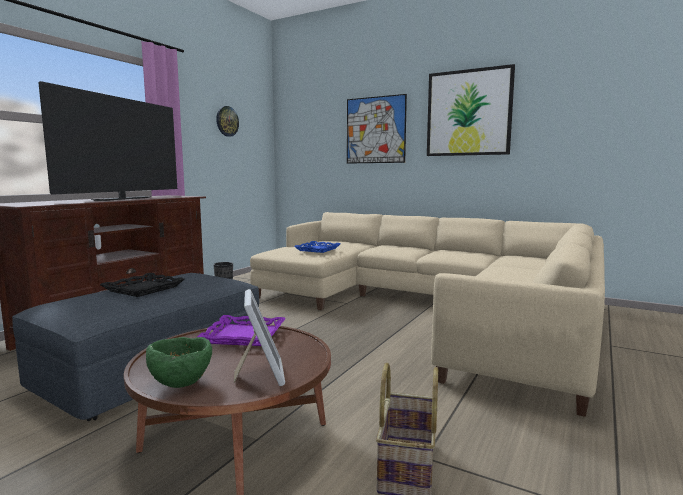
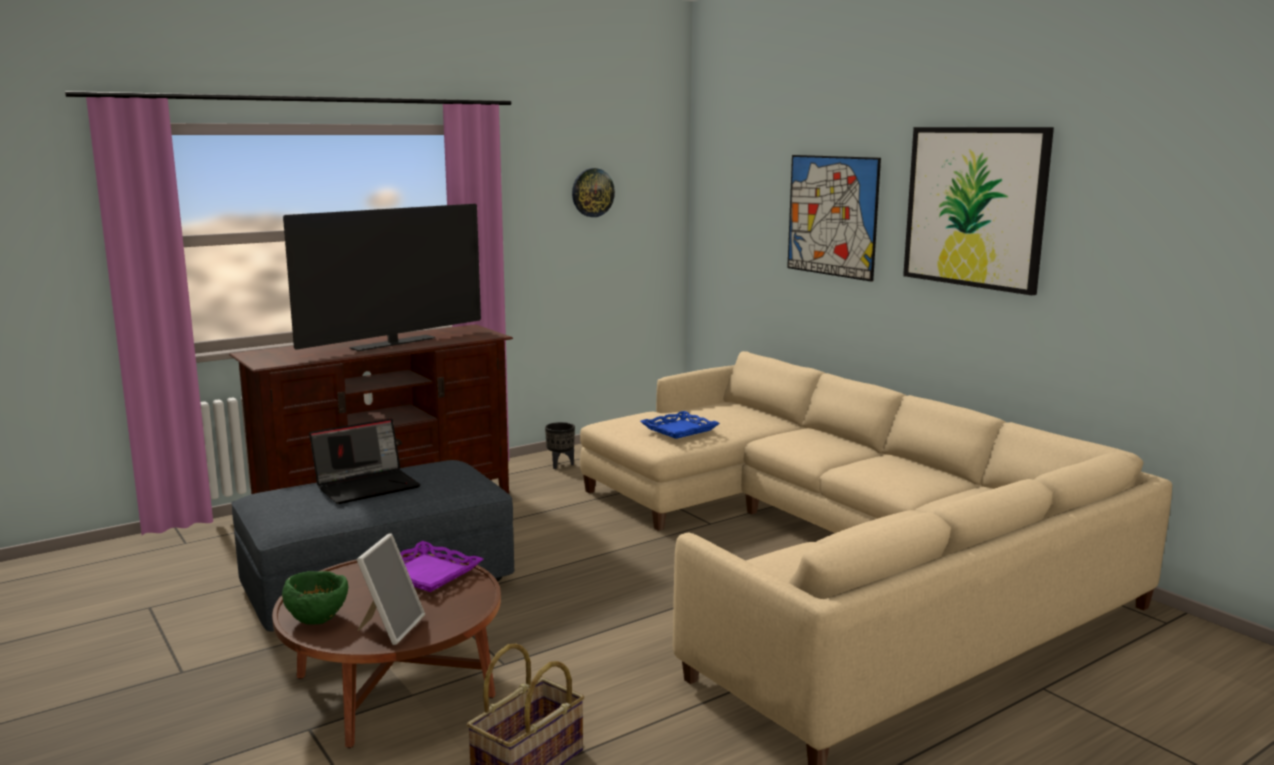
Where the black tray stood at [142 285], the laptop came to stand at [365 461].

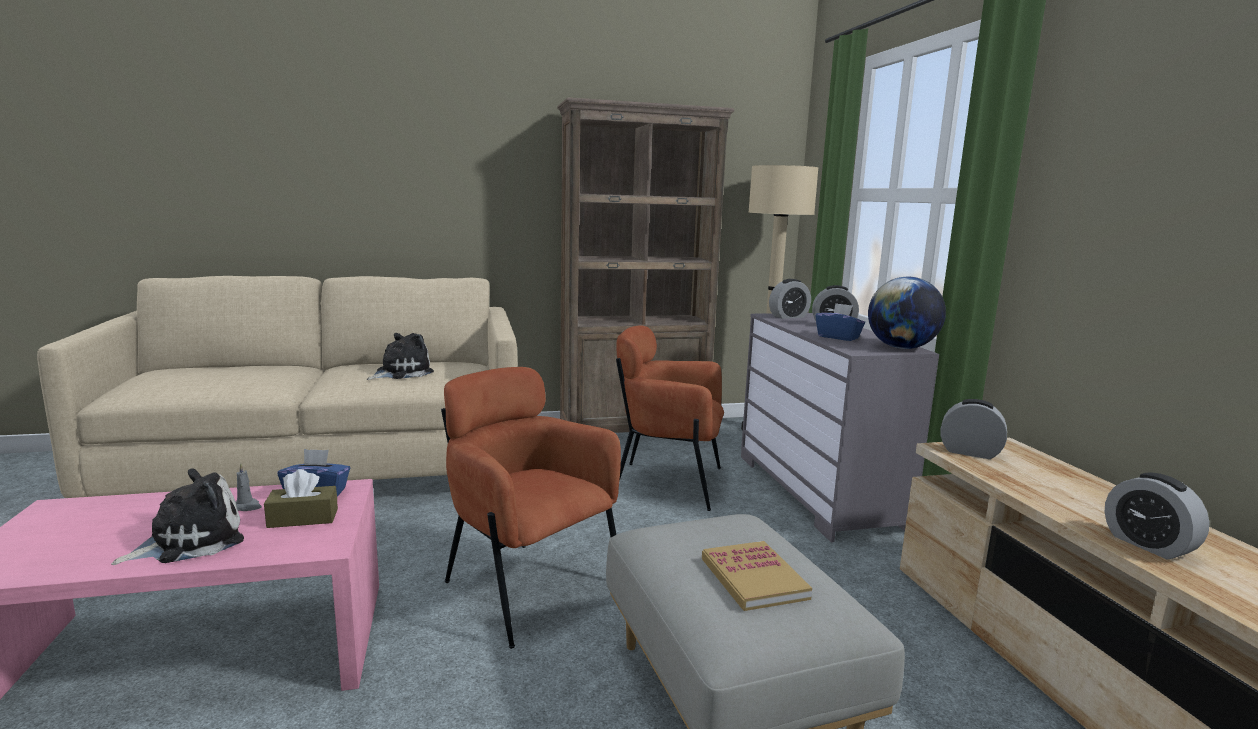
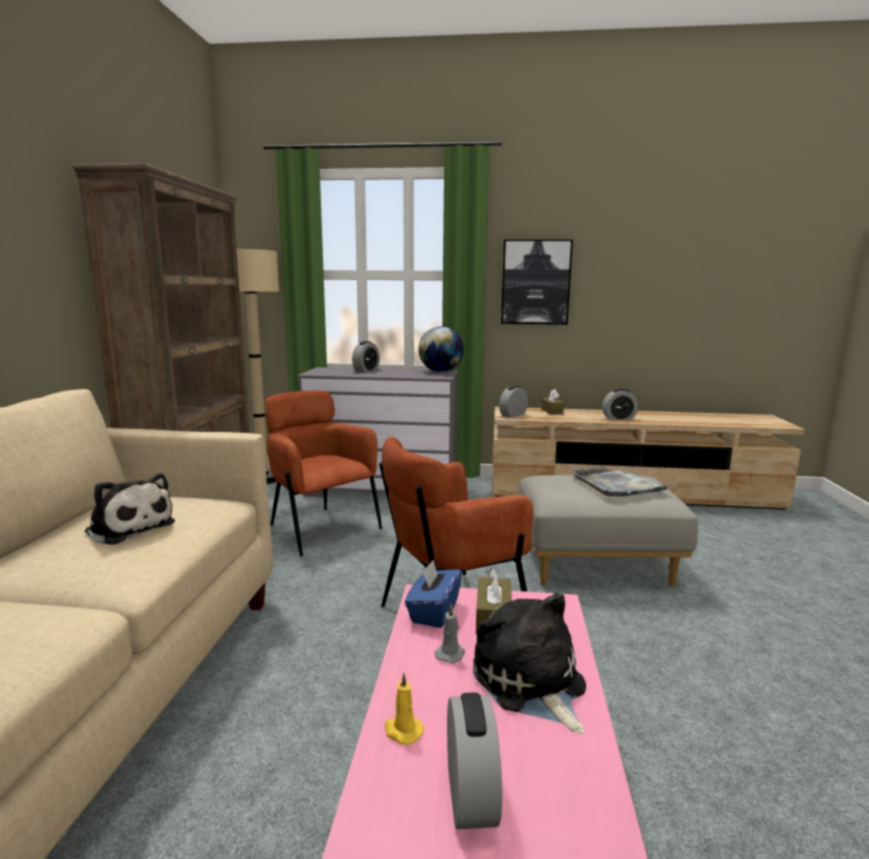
The alarm clock ended up elsewhere, having gone from [790 299] to [474 760]. The second view lost the blue tissue box at [840 322]. The brown armchair at [670 418] ended up facing another way, 105 degrees clockwise from before. The plush toy at [400 356] ended up facing another way, 150 degrees clockwise from before. Where the book stood at [757 576], the grey tray came to stand at [620 482]. The second view gained the picture at [537 282]. The second view gained the brown tissue box at [552 401]. The second view gained the yellow candle at [404 708].

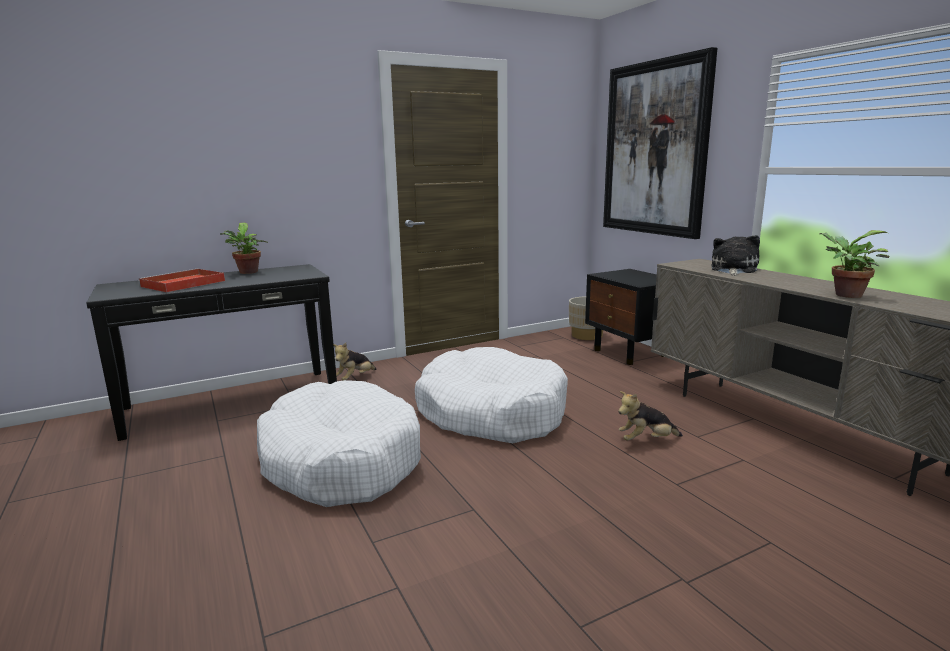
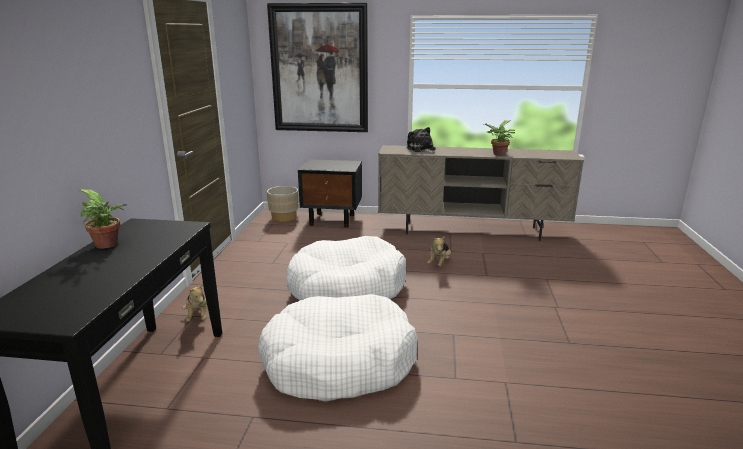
The second view lost the red tray at [182 280].

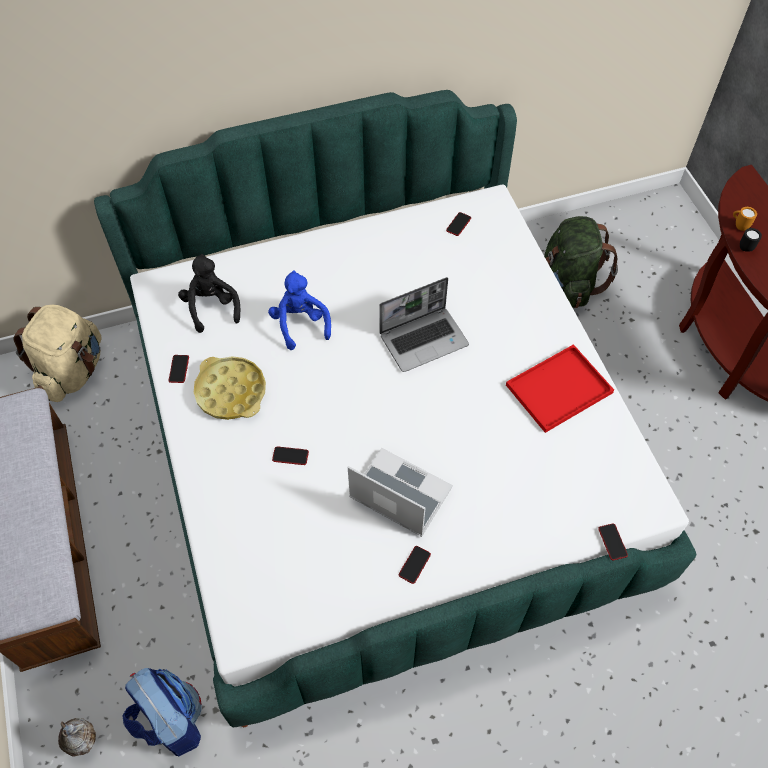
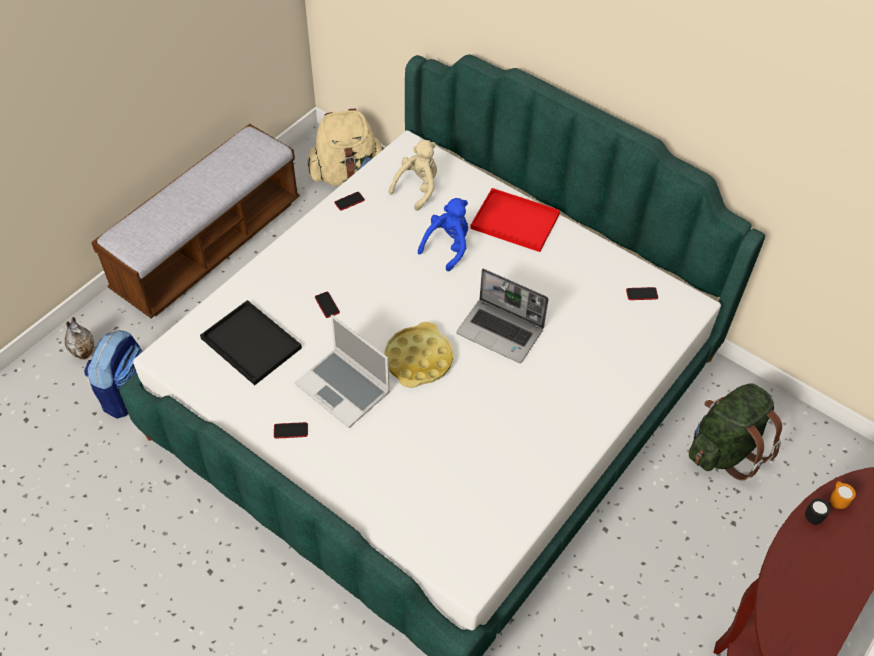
What was the black plush toy at [209 293] turned into the beige plush toy at [412 175]. The red tray ended up elsewhere, having gone from [560 388] to [515 220]. The yellow tray ended up elsewhere, having gone from [230 388] to [418 355]. The laptop at [400 492] ended up facing another way, 135 degrees clockwise from before. The second view lost the phone at [613 541]. The second view gained the black tray at [251 342].

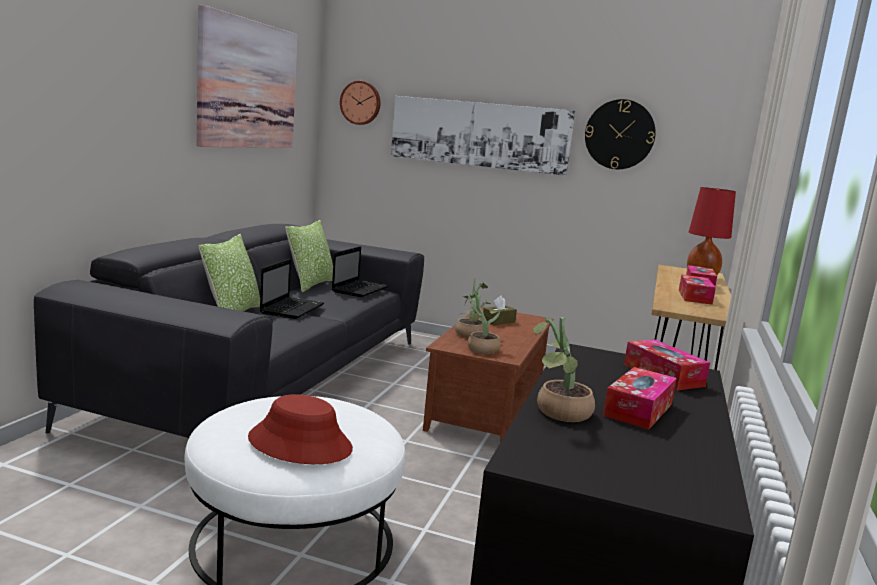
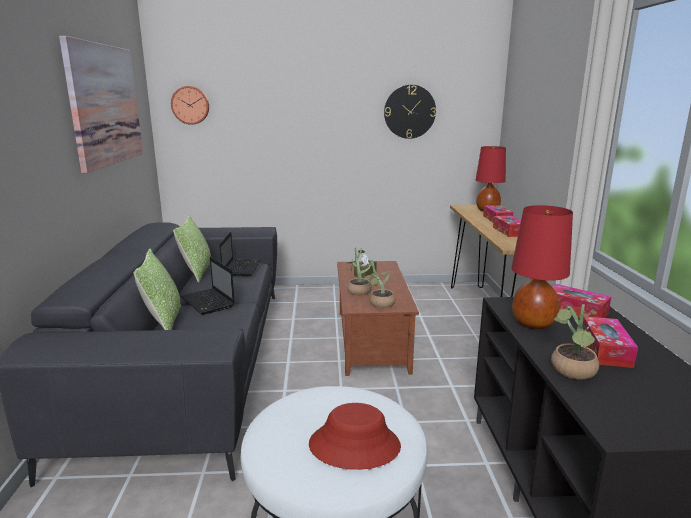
The second view lost the picture at [483 136]. The laptop at [292 289] ended up facing another way, 150 degrees clockwise from before. The second view gained the red table lamp at [542 267].

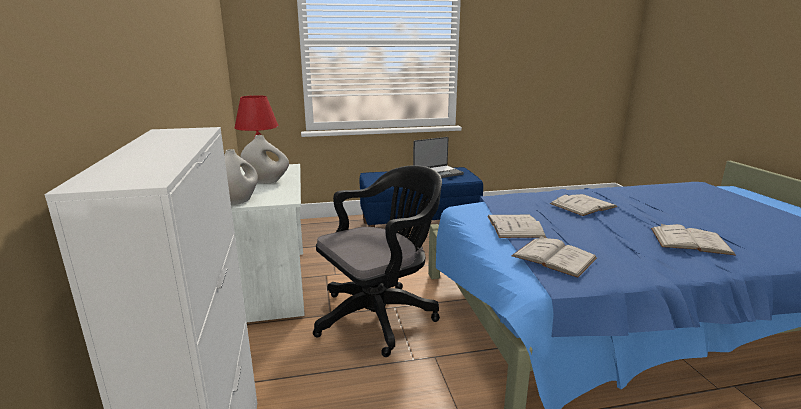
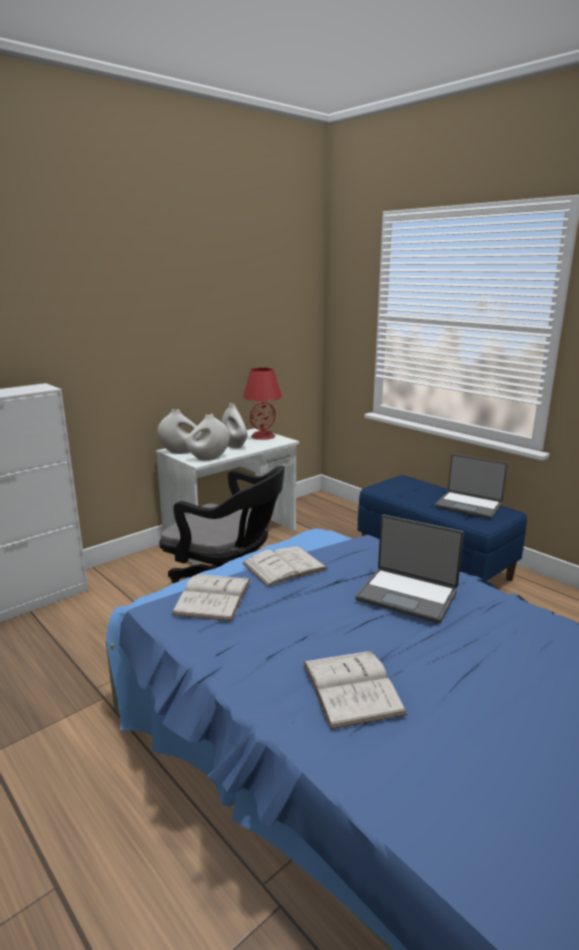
Where the white book stood at [583 205], the laptop came to stand at [409 569]. The second view gained the white vase at [207 437].

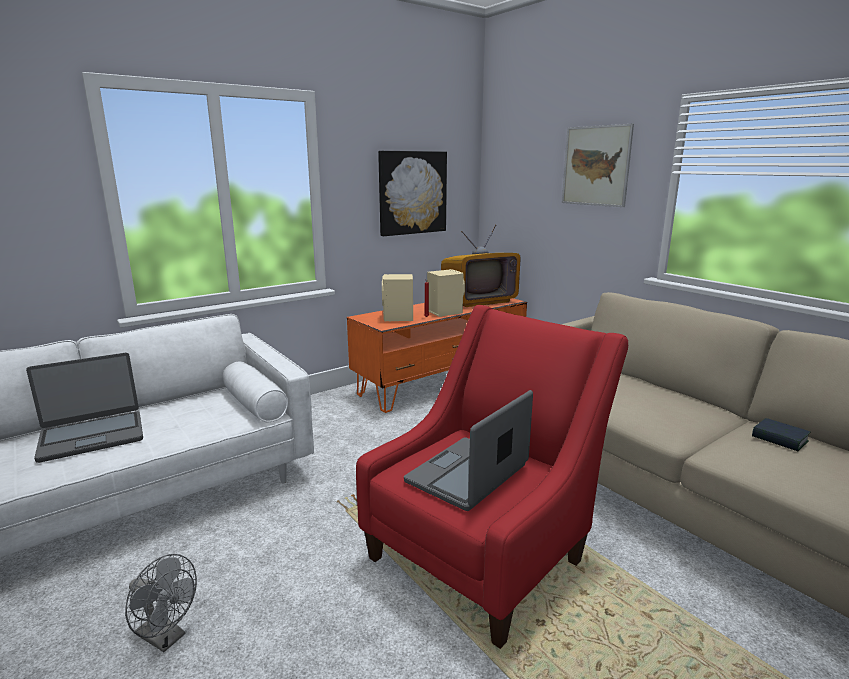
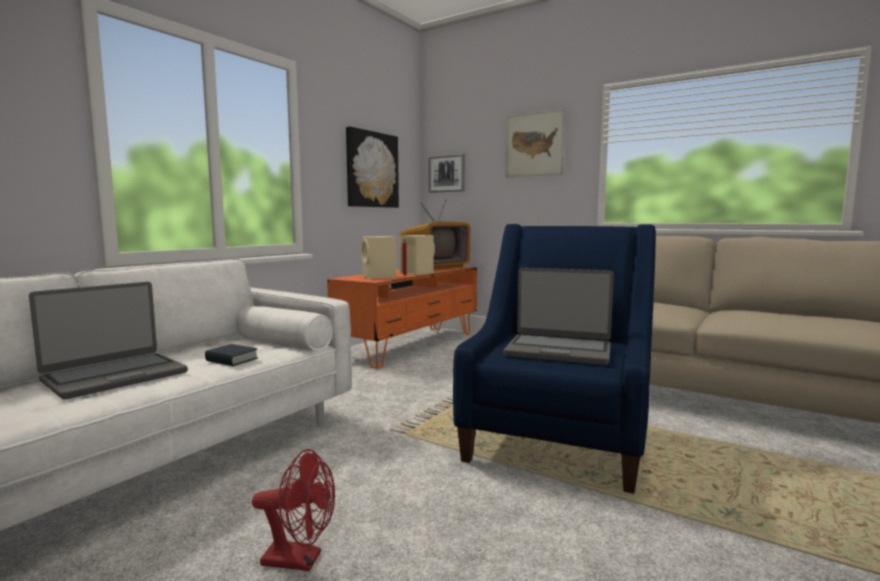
What was the red armchair at [492 477] turned into the blue armchair at [554 359]. The laptop at [468 450] ended up facing another way, 90 degrees counterclockwise from before. The book ended up elsewhere, having gone from [781 434] to [231 355]. What was the grey fan at [161 603] turned into the red fan at [293 510]. The second view gained the picture at [446 173].

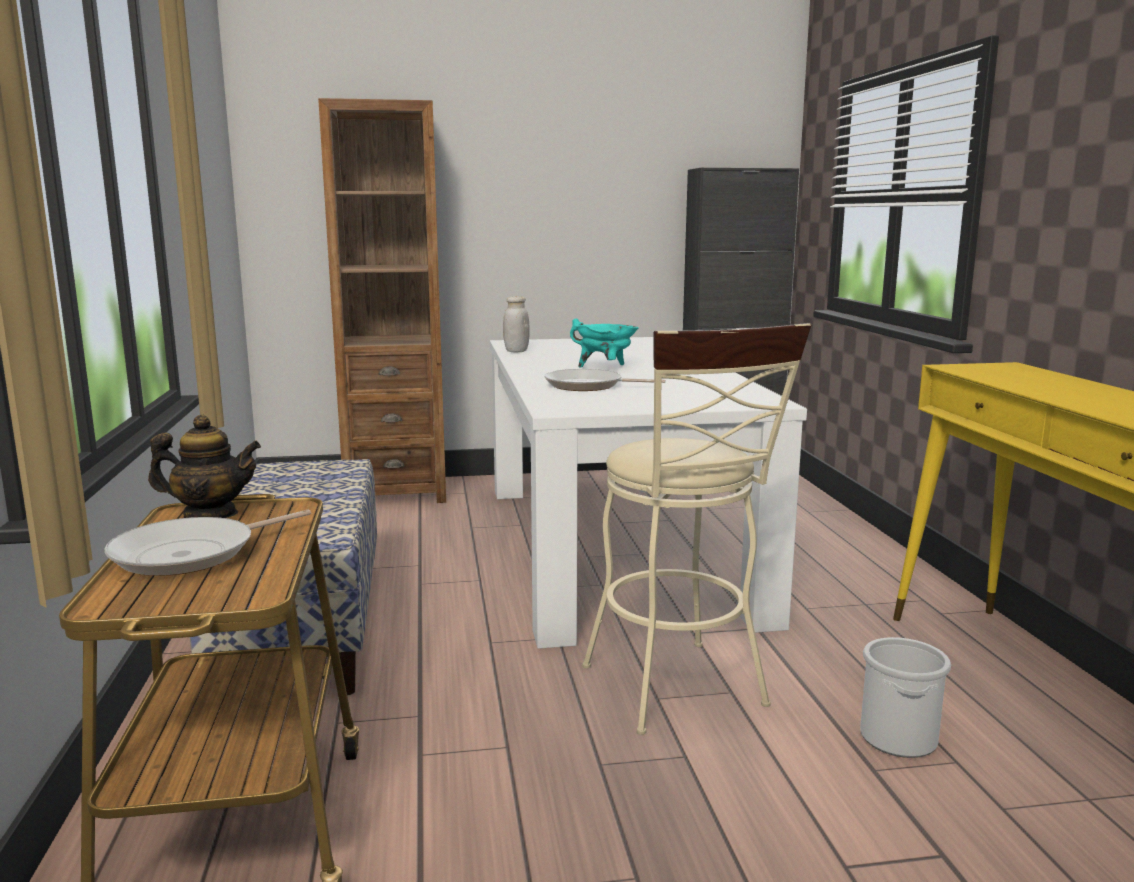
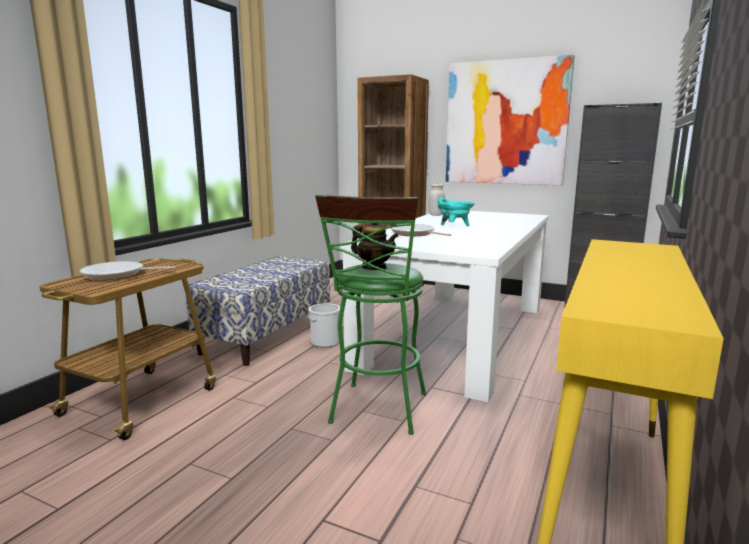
What was the beige stool at [697 529] turned into the green stool at [370 315]. The teapot ended up elsewhere, having gone from [204 466] to [375 246]. The bucket ended up elsewhere, having gone from [905 697] to [324 325]. The second view gained the picture at [510 120].

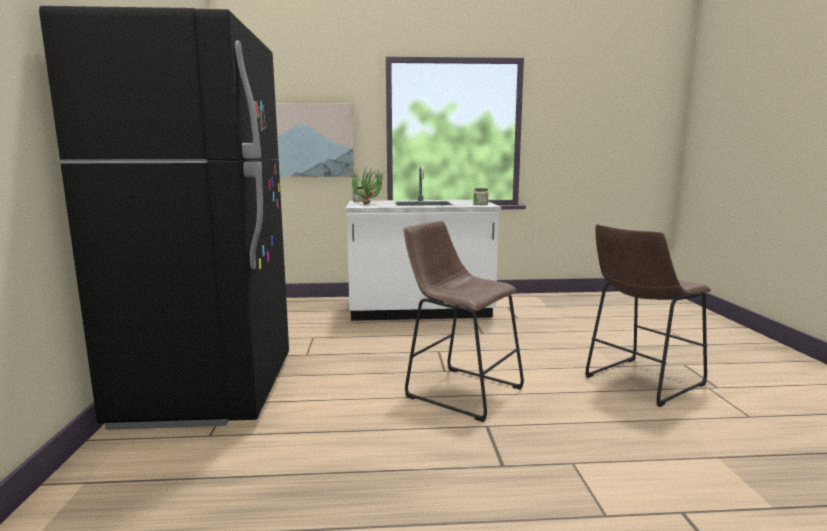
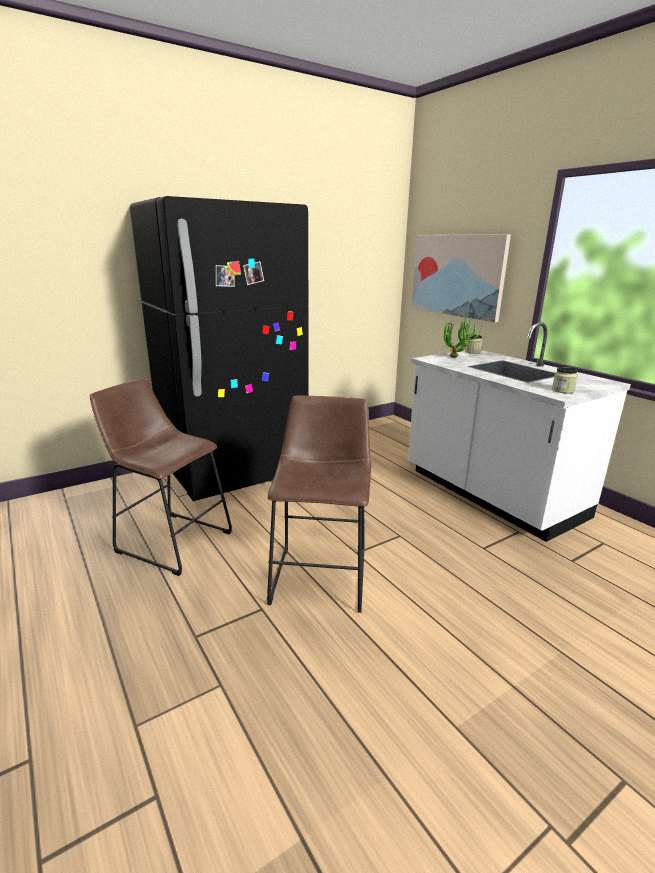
The brown stool ended up elsewhere, having gone from [648 315] to [161 477].

